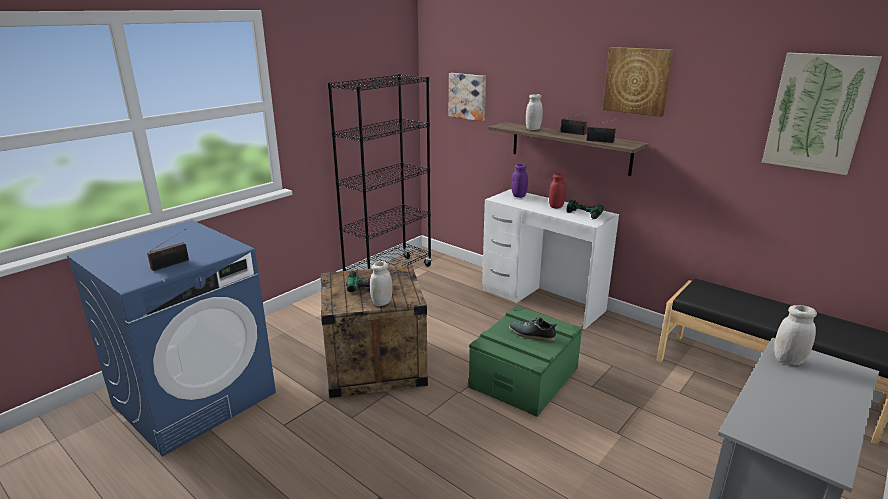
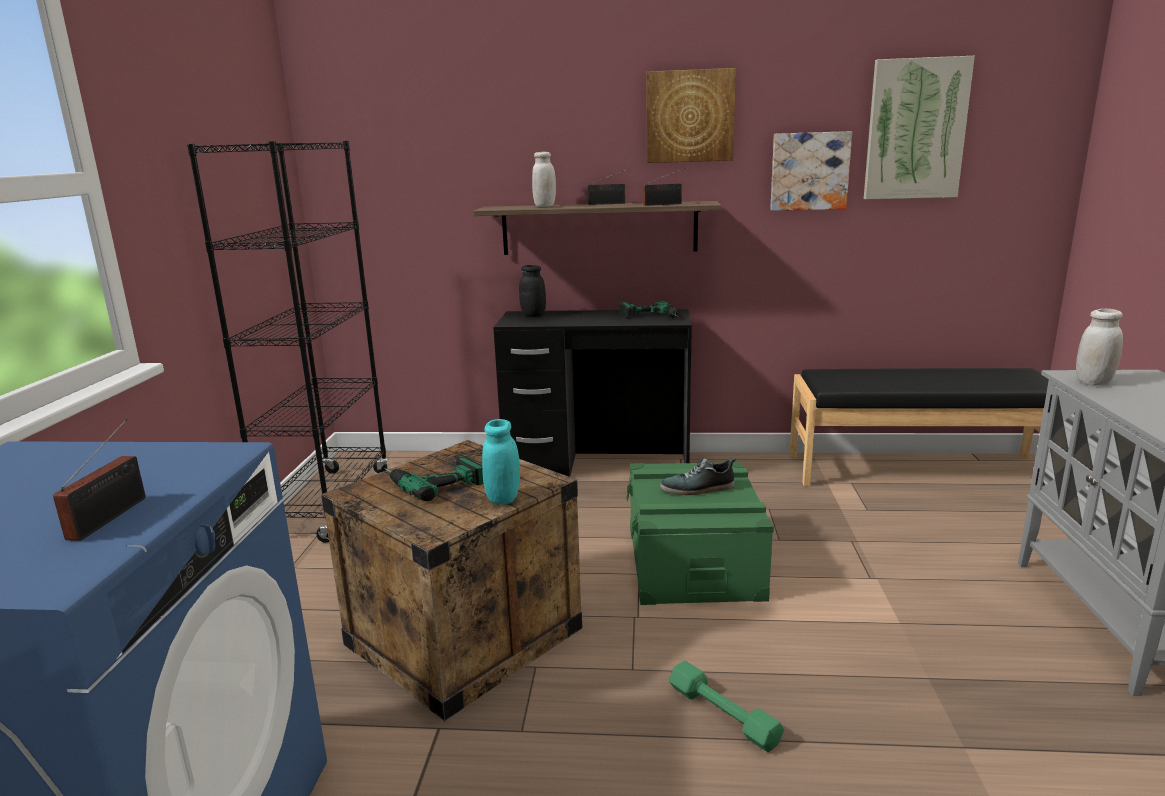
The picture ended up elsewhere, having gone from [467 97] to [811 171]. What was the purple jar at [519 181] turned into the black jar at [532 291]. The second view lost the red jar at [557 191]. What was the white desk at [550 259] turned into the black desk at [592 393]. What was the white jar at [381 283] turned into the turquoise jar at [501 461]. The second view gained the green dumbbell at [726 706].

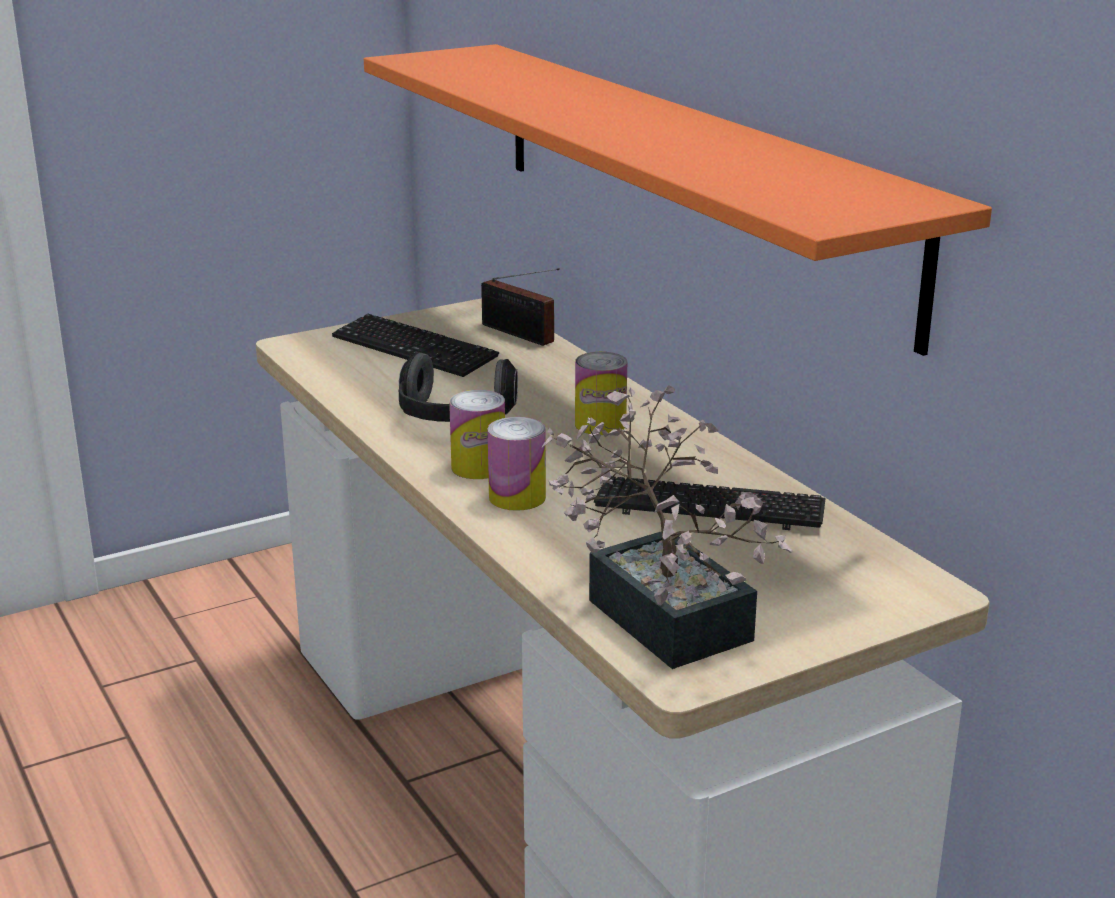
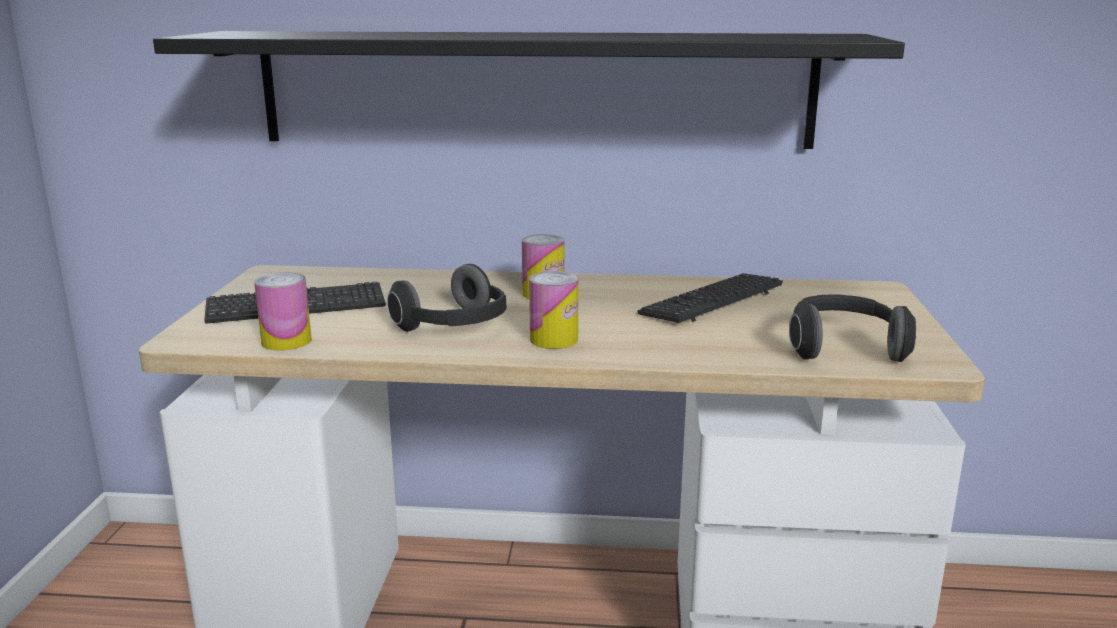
What was the orange shelf at [678 200] turned into the black shelf at [529 90]. The second view lost the radio at [520 307]. Where the potted plant stood at [667 527], the headphones came to stand at [853 328]. The can ended up elsewhere, having gone from [516 464] to [283 312].

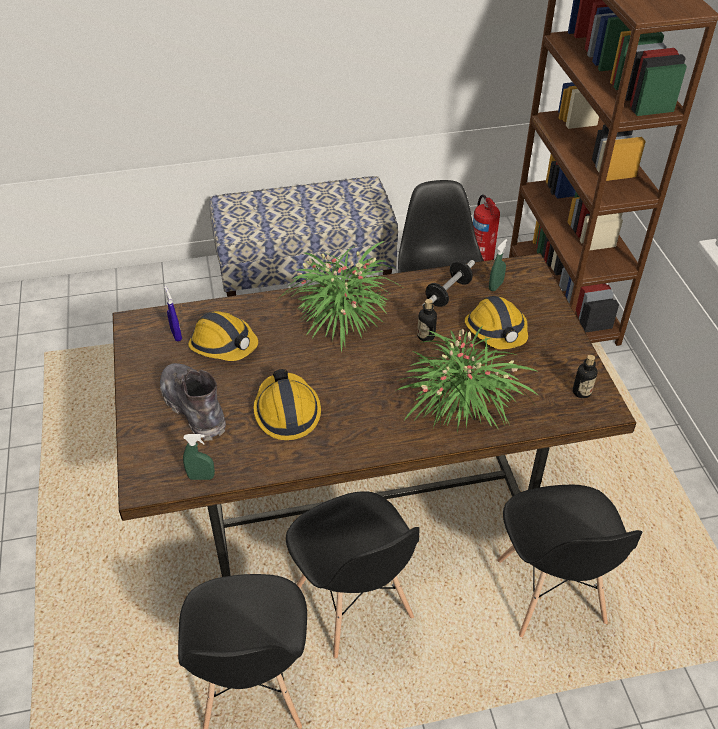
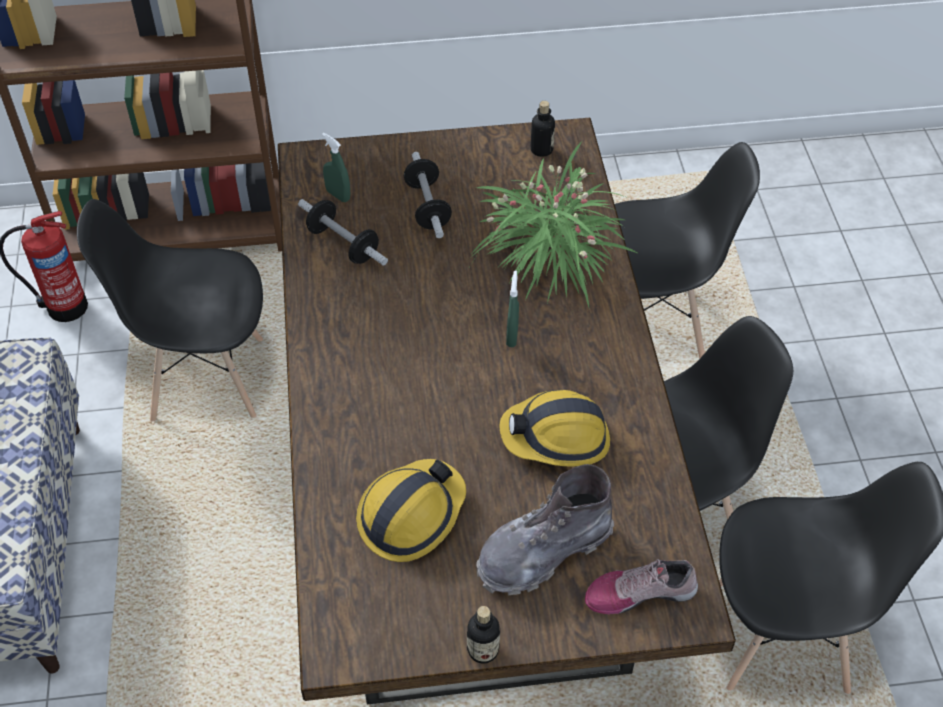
The second view lost the potted plant at [338 297]. The second view lost the blue spray bottle at [173 314]. Where the hard hat stood at [496 322], the dumbbell came to stand at [428 195]. The bottle ended up elsewhere, having gone from [427 320] to [483 634]. The green spray bottle ended up elsewhere, having gone from [199 457] to [512 309]. The second view gained the shoe at [641 587].

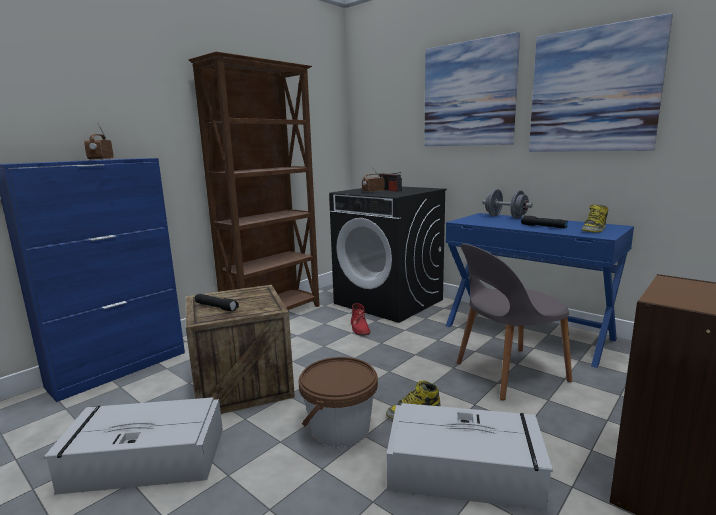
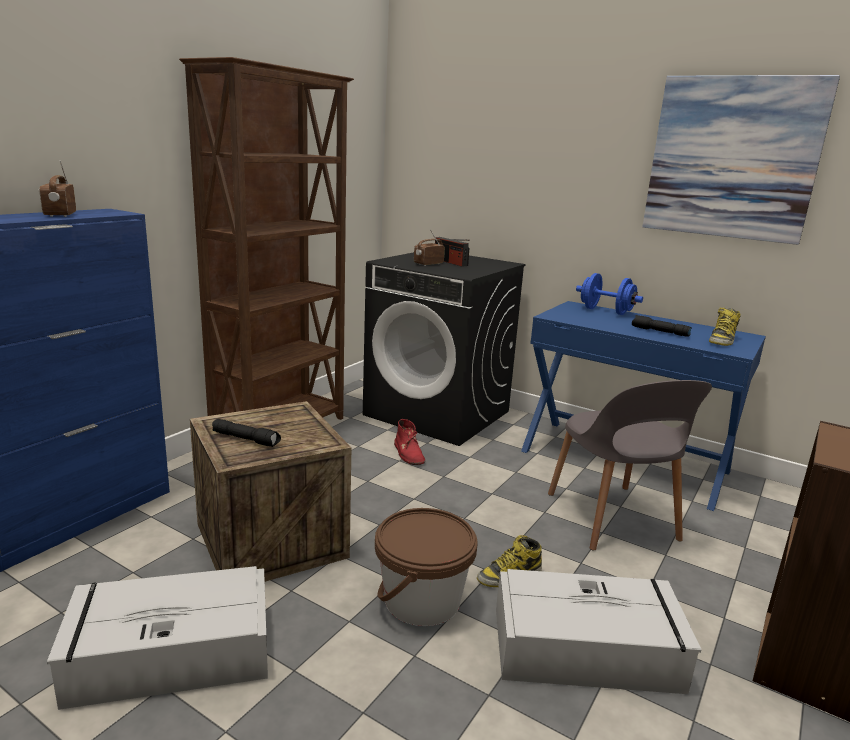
The second view lost the picture at [472 89]. What was the grey dumbbell at [507 204] turned into the blue dumbbell at [609 294]. The grey chair at [514 322] ended up facing another way, 75 degrees counterclockwise from before.

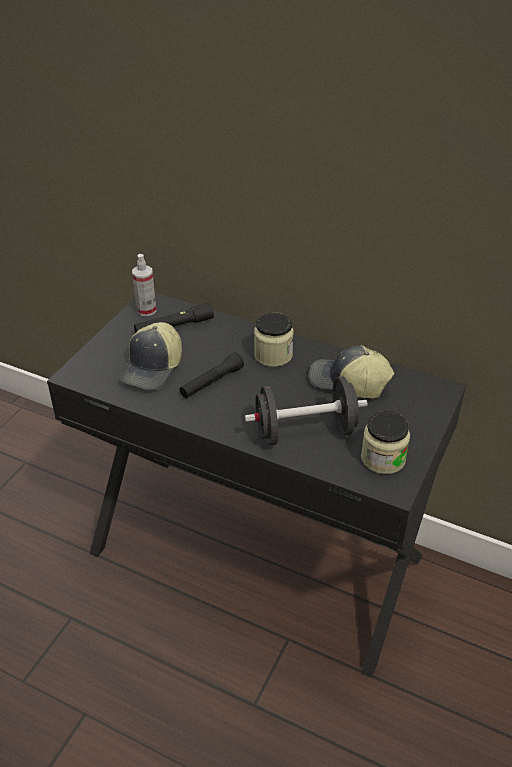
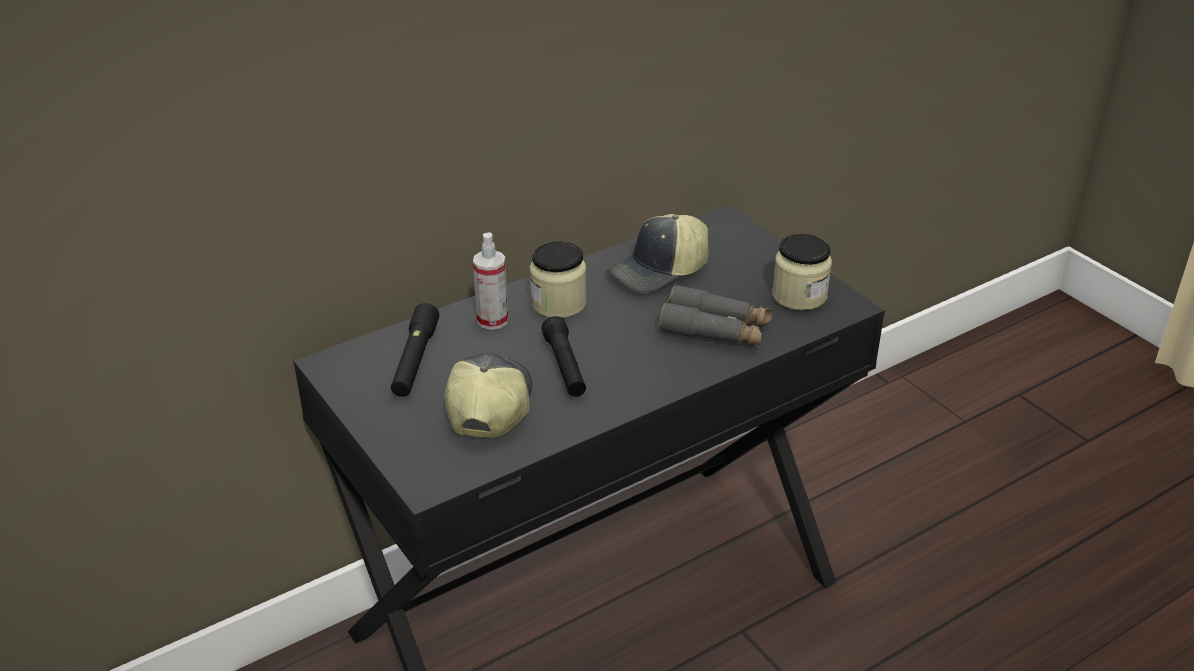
The spray bottle ended up elsewhere, having gone from [144 285] to [490 281]. The cap at [150 356] ended up facing another way, 135 degrees counterclockwise from before. Where the black dumbbell stood at [306 411], the grey binoculars came to stand at [716 314].

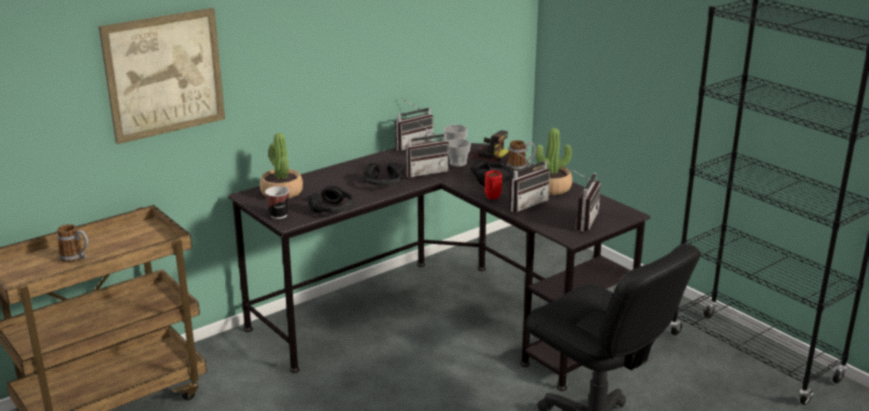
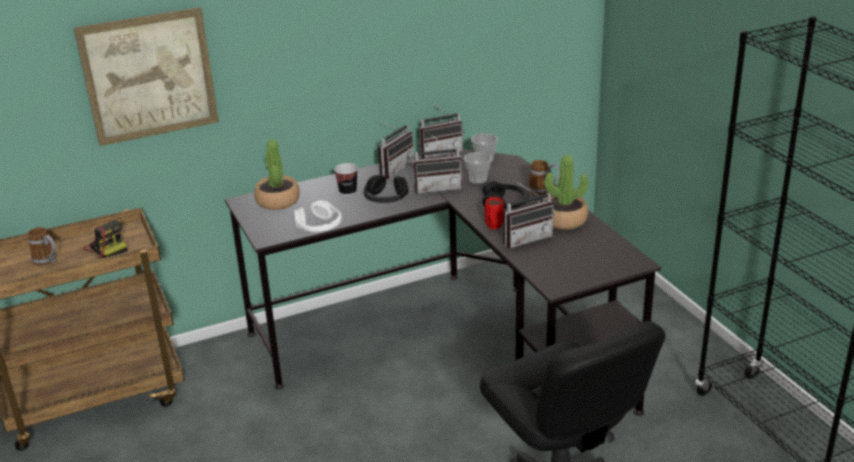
The photo camera ended up elsewhere, having gone from [489 145] to [105 239]. The radio ended up elsewhere, having gone from [586 201] to [396 149]. The cup ended up elsewhere, having gone from [277 202] to [346 179]. What was the black headphones at [331 199] turned into the white headphones at [318 216].

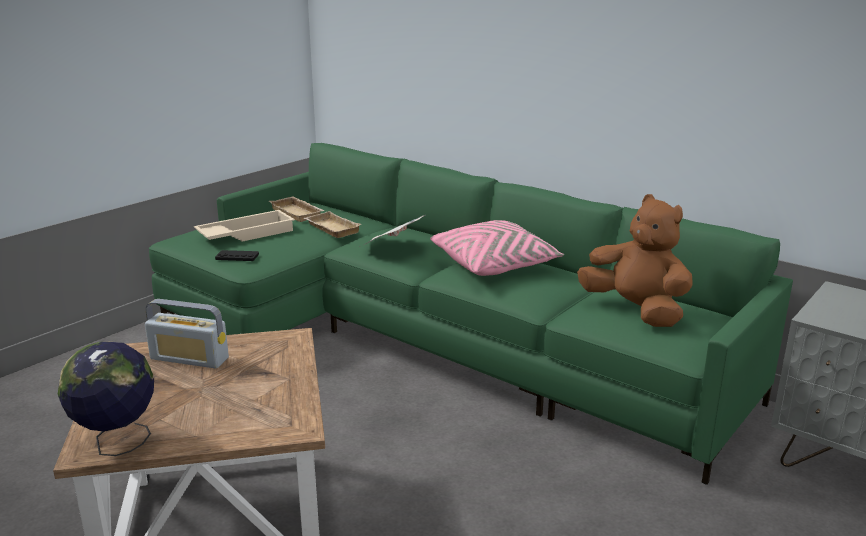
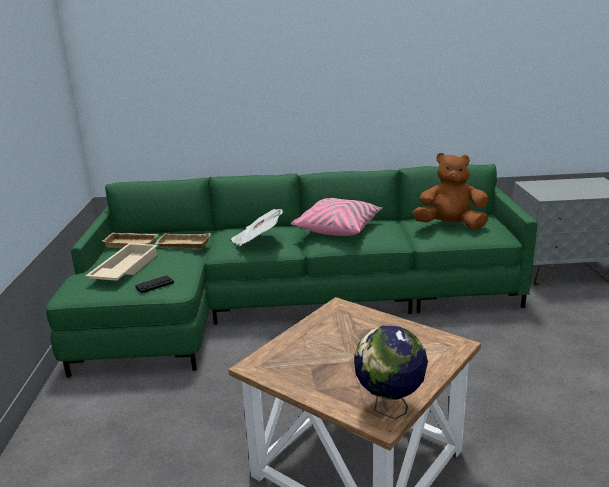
The second view lost the radio at [187 333].

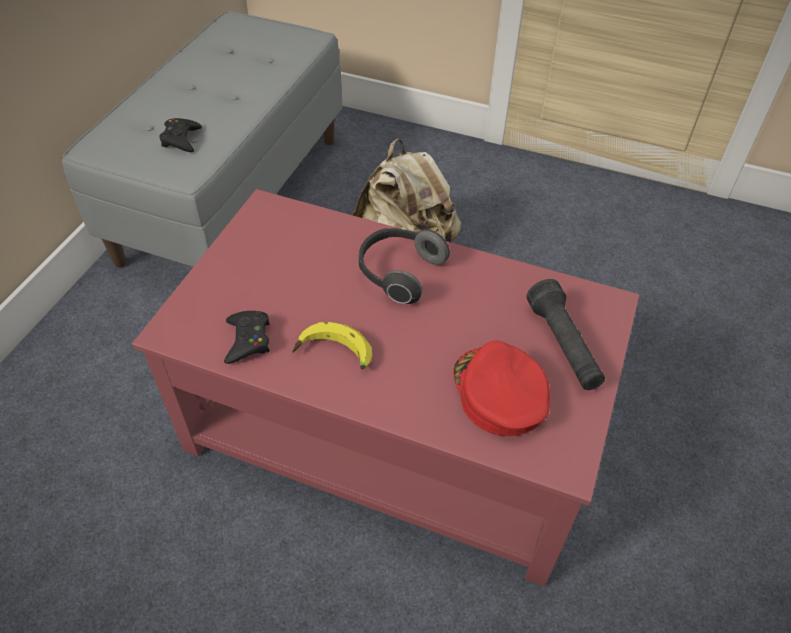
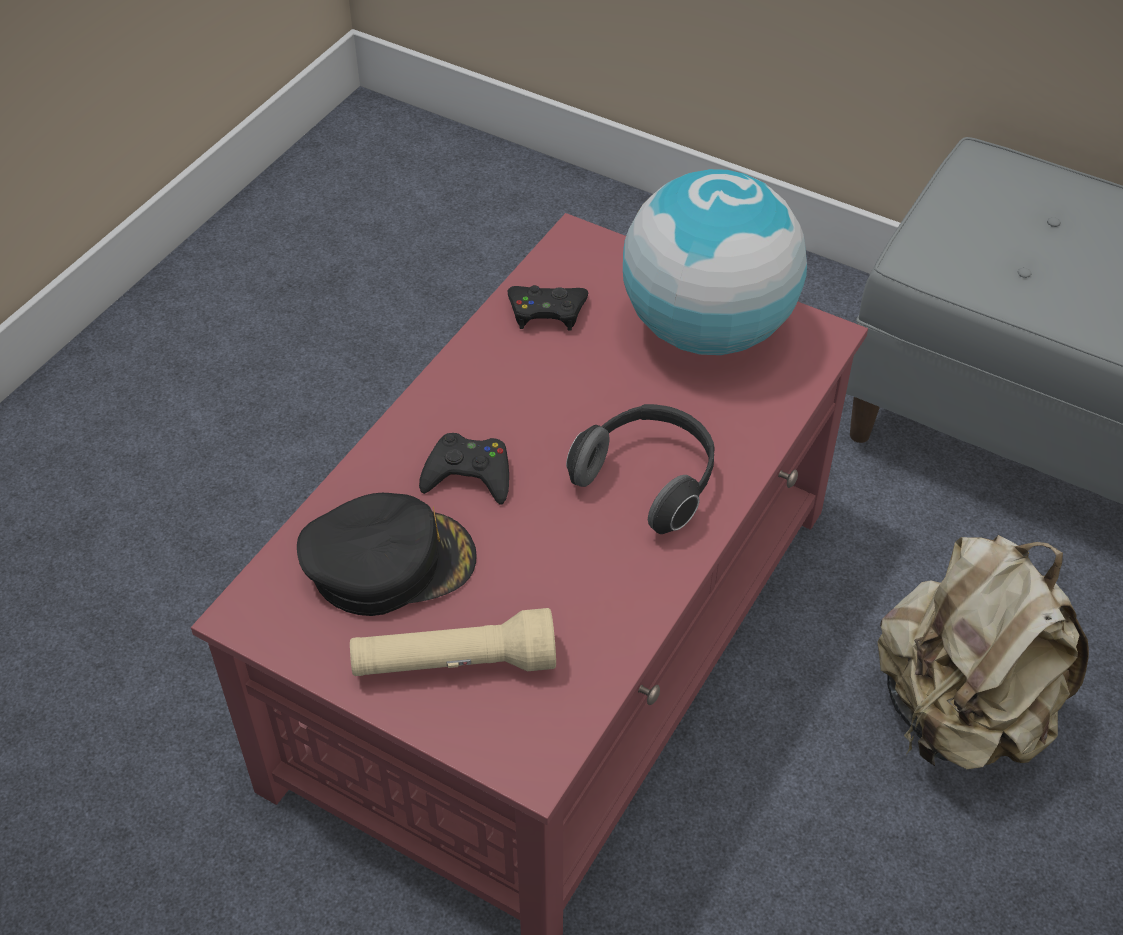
The black game controller ended up elsewhere, having gone from [180 135] to [464 469]. What was the black flashlight at [565 334] turned into the beige flashlight at [453 642]. The second view lost the banana at [332 346]. What was the red cap at [502 388] turned into the black cap at [387 554]. The second view gained the globe at [715 262].

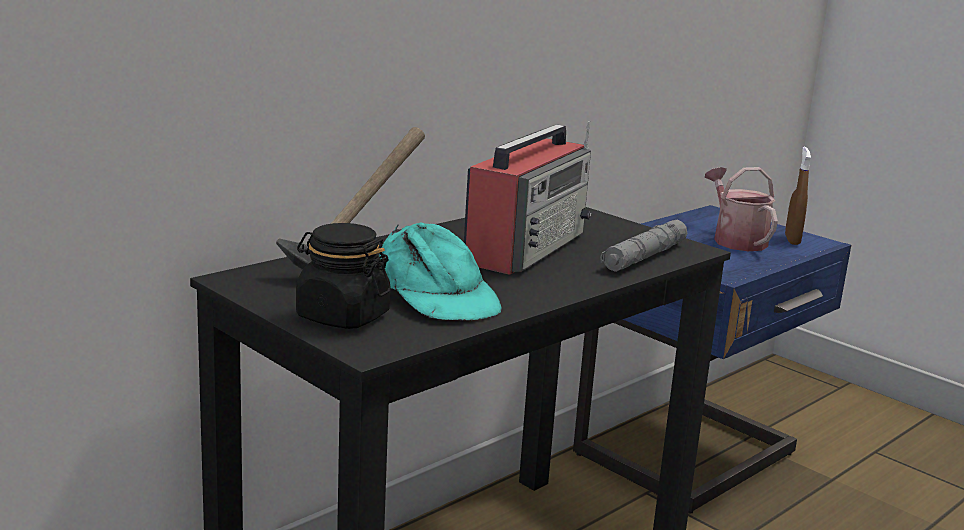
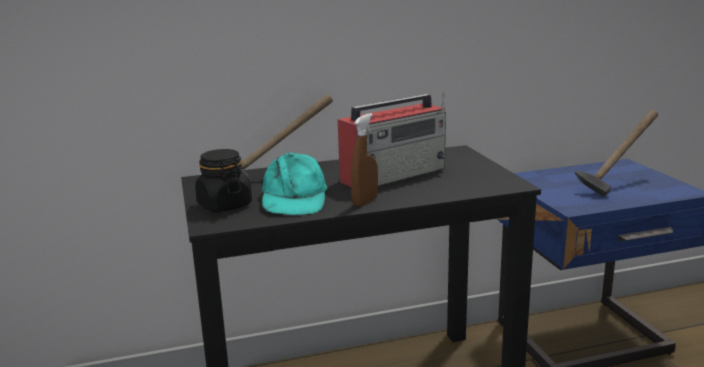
The brown spray bottle ended up elsewhere, having gone from [798 196] to [364 160]. Where the watering can stood at [741 209], the hammer came to stand at [616 153]. The second view lost the grey flashlight at [644 246].

